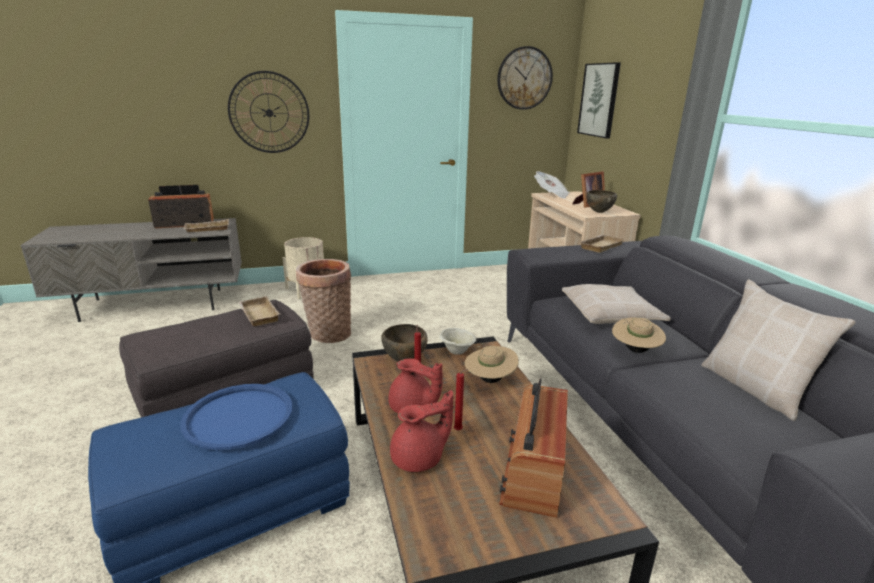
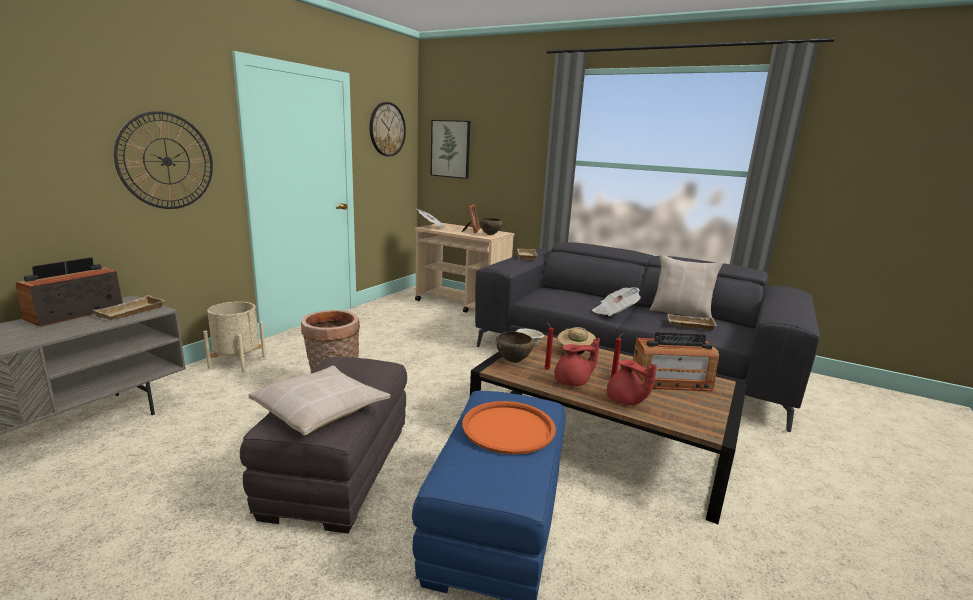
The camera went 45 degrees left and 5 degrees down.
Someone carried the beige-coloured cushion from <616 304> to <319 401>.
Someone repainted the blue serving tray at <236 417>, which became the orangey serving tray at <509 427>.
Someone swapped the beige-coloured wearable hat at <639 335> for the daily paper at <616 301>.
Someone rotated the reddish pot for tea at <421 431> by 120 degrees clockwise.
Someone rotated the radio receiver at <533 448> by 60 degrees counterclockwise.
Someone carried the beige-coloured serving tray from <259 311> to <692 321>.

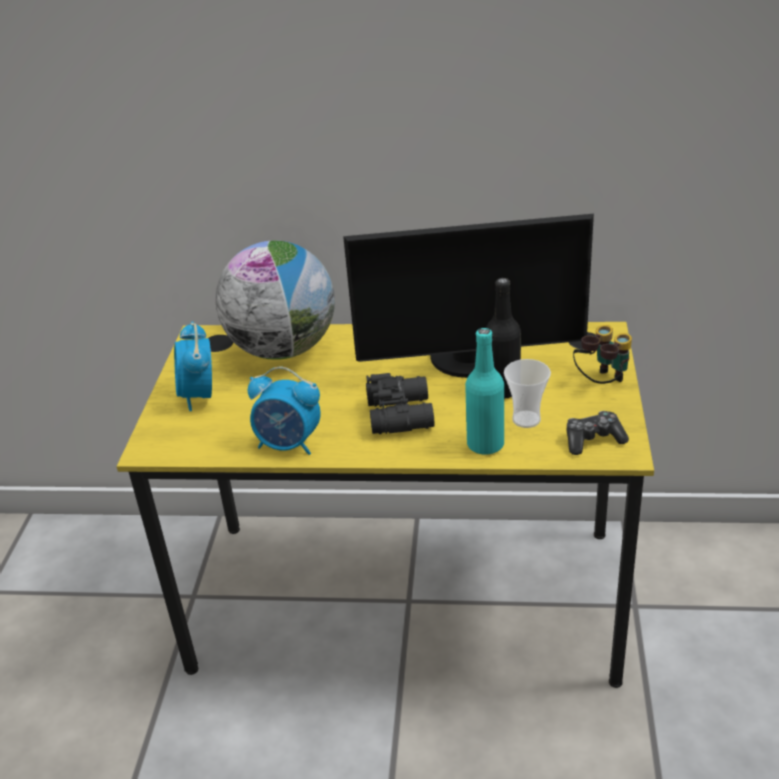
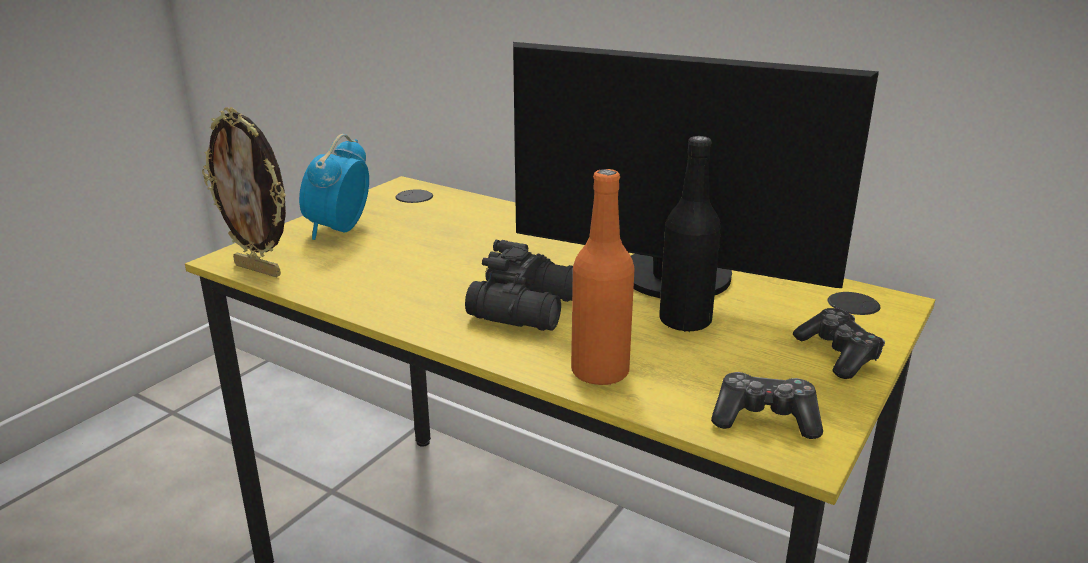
The camera went 25 degrees right and 10 degrees down.
Someone put down the photo frame at <244 192>.
Someone repainted the turquoise-coloured bottle at <484 391>, which became the orangey bottle at <603 277>.
Someone swapped the binoculars at <602 354> for the joypad at <839 343>.
Someone took away the world globe at <275 300>.
Someone took away the table clock at <284 410>.
Someone took away the drinking cup at <527 393>.

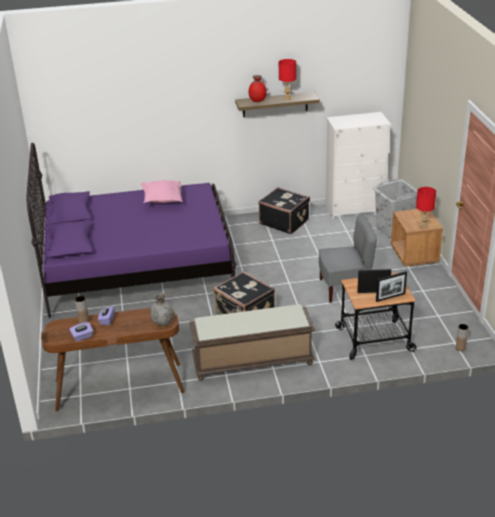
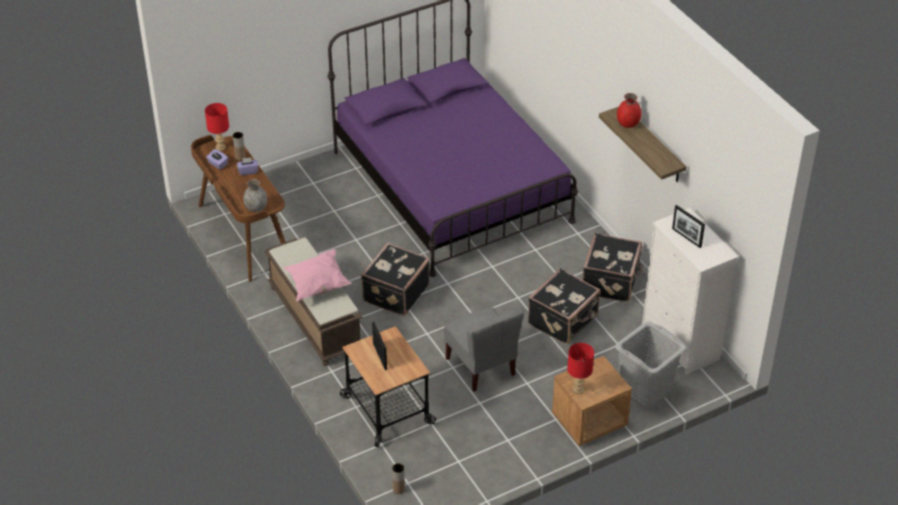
The camera went 70 degrees right and 10 degrees up.
Someone carried the reddish tabletop lamp from <287 79> to <217 127>.
Someone carried the pink cushion from <162 191> to <317 275>.
Someone put down the black piece of luggage at <564 306>.
Someone carried the photo frame from <391 286> to <688 226>.

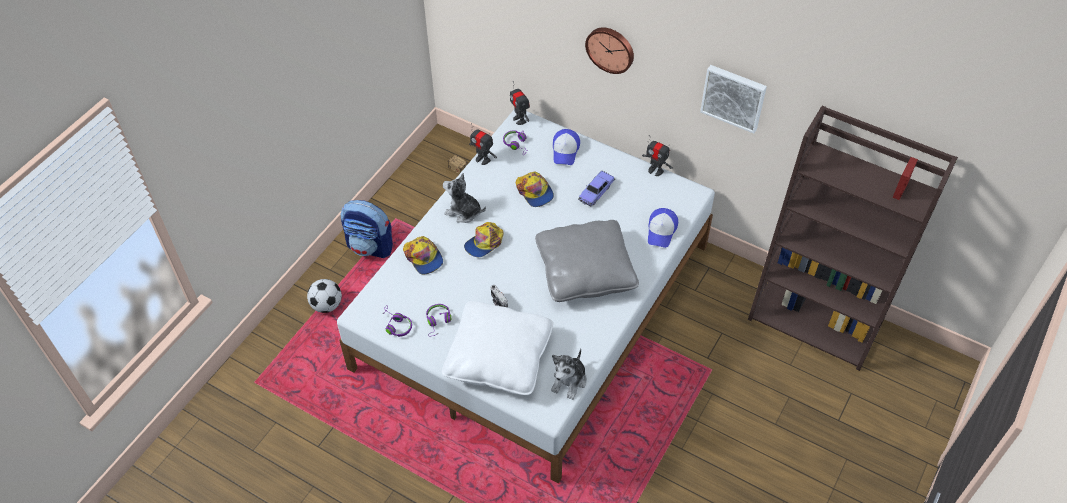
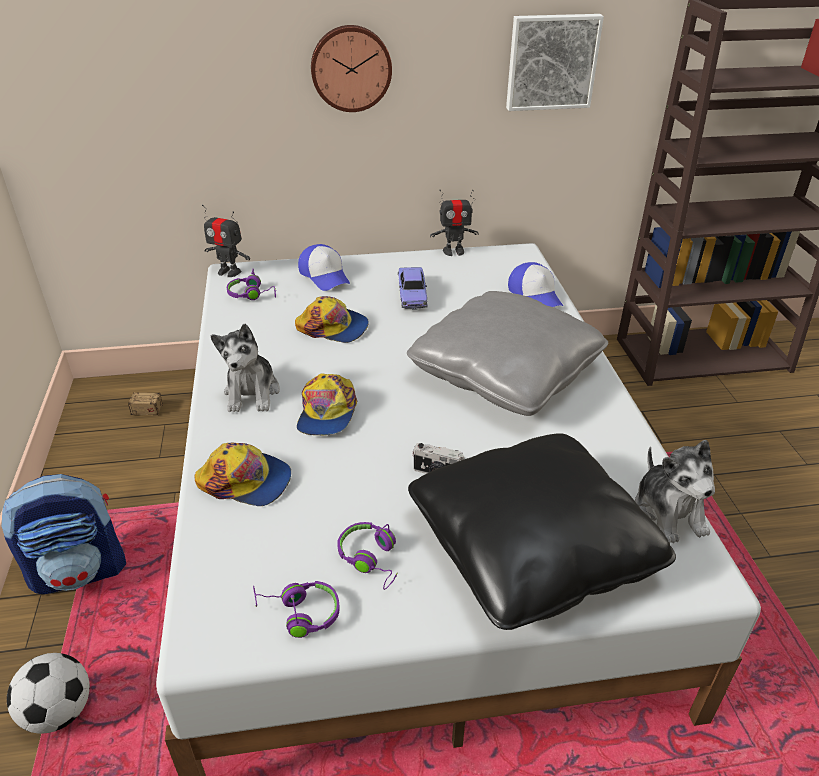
The camera went 40 degrees left and 15 degrees down.
Someone rotated the soft toy at <464 198> by 75 degrees counterclockwise.
Someone repainted the white-coloured cushion at <497 348>, which became the black cushion at <542 531>.
Someone took away the robot figure at <483 144>.

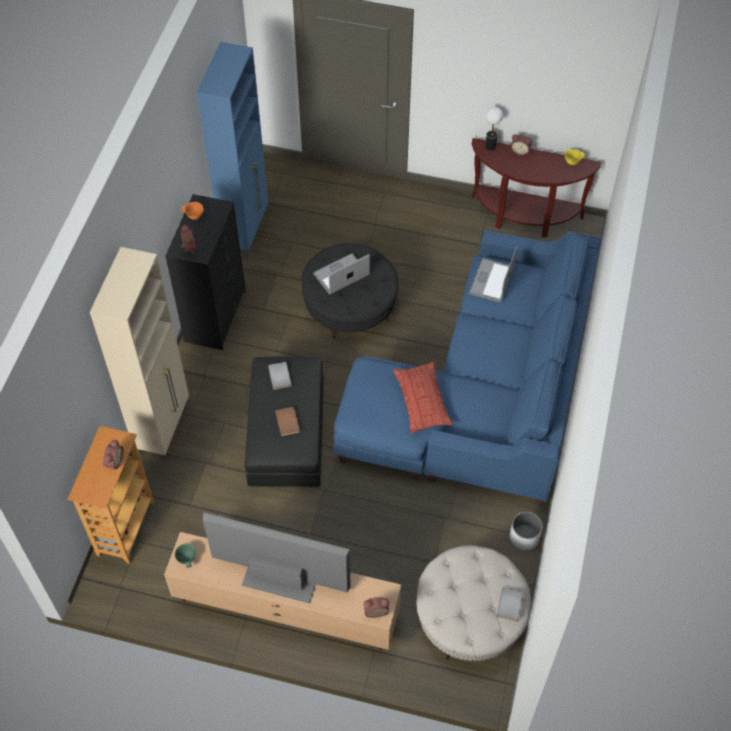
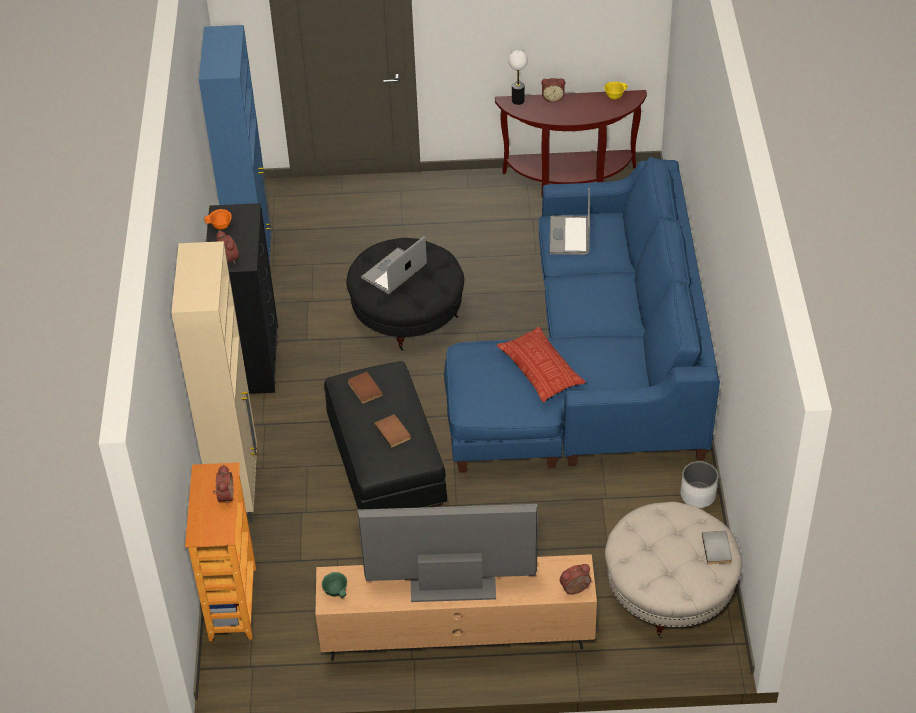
The camera went 15 degrees left and 10 degrees down.
Someone repainted the gray volume at <280 376>, which became the brown-coloured volume at <365 388>.

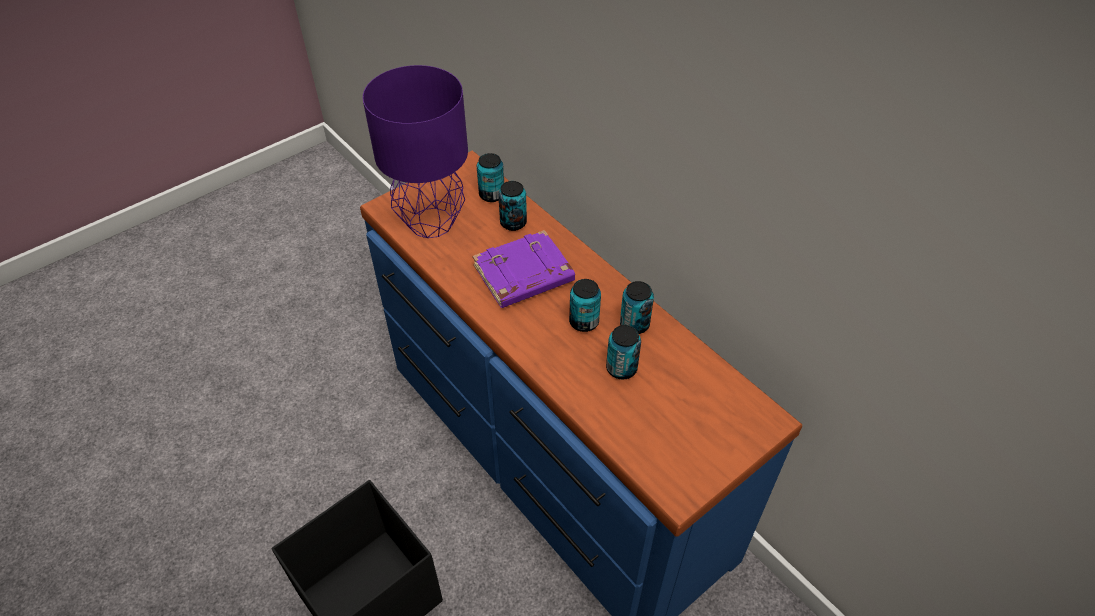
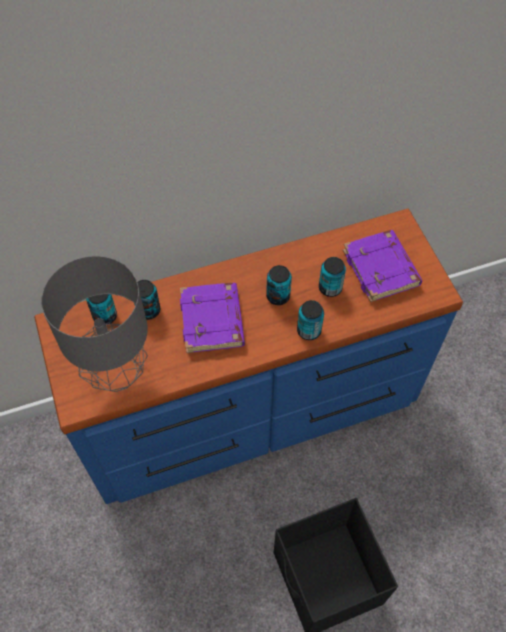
The camera went 70 degrees left and 10 degrees up.
Someone repainted the purplish tabletop lamp at <415 151>, which became the gray tabletop lamp at <94 324>.
Someone carried the metal can from <637 307> to <310 320>.
Someone put down the purplish volume at <382 266>.

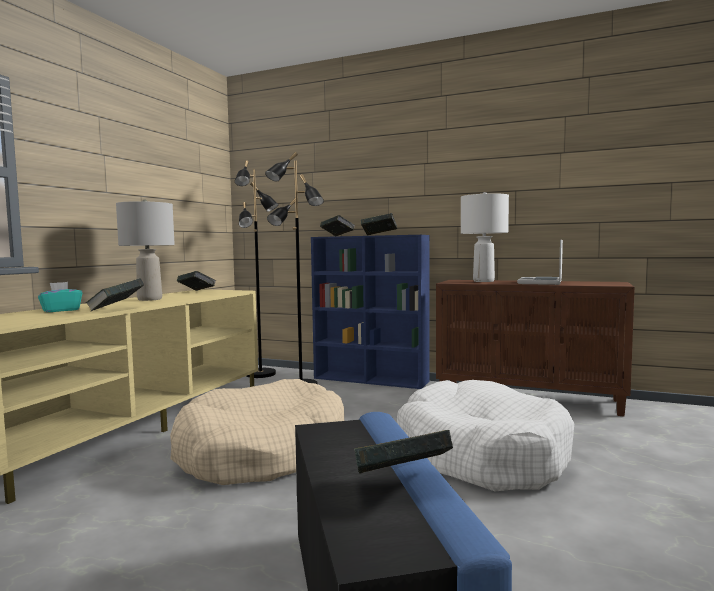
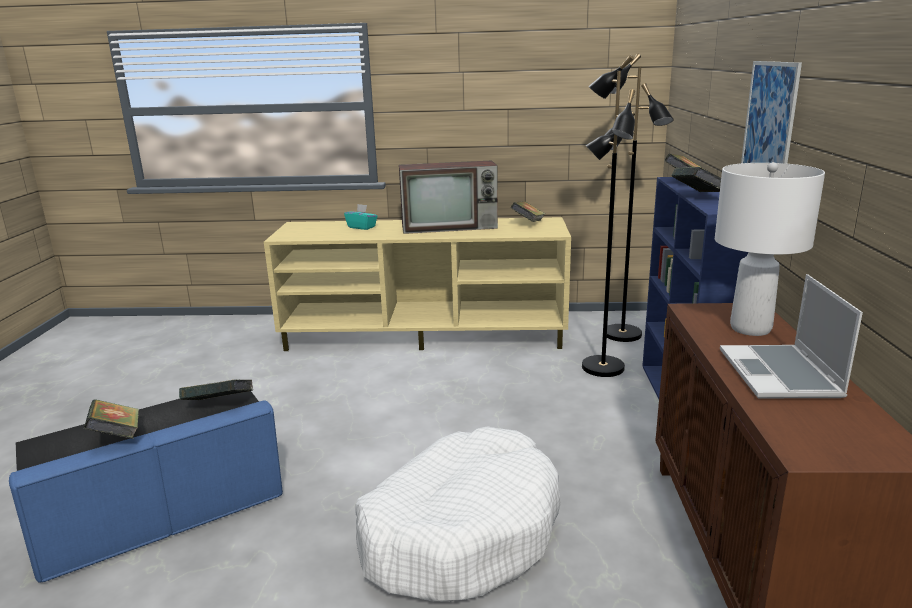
The camera went 70 degrees right and 15 degrees up.
Someone carried the volume from <114 294> to <216 390>.
Someone swapped the gray tabletop lamp at <145 250> for the TV set at <448 197>.
Someone rotated the laptop at <540 262> by 90 degrees counterclockwise.
Someone put up the wall picture at <771 112>.
Someone took away the beige-coloured dog cushion at <257 432>.

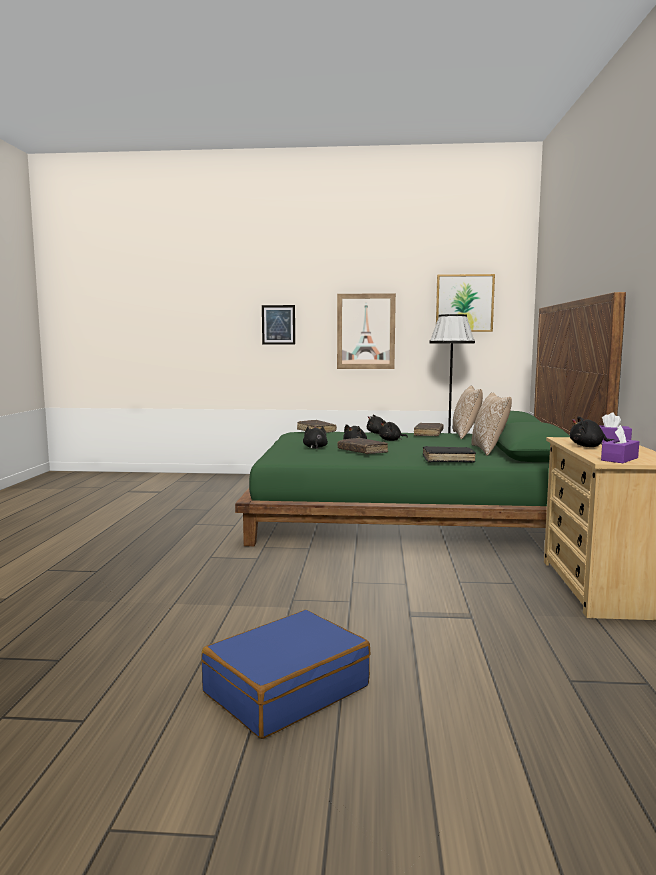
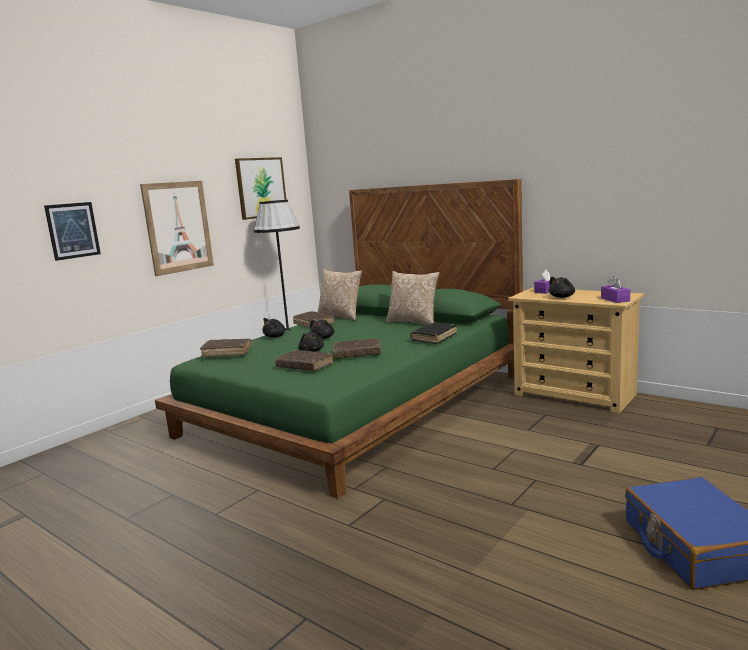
The camera went 55 degrees left and 5 degrees up.
Someone swapped the black soft toy at <315 437> for the brown-coloured volume at <304 360>.

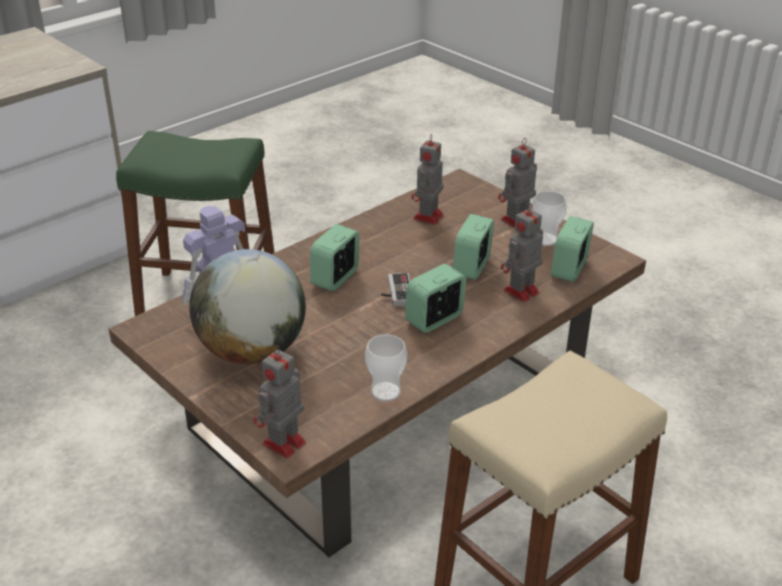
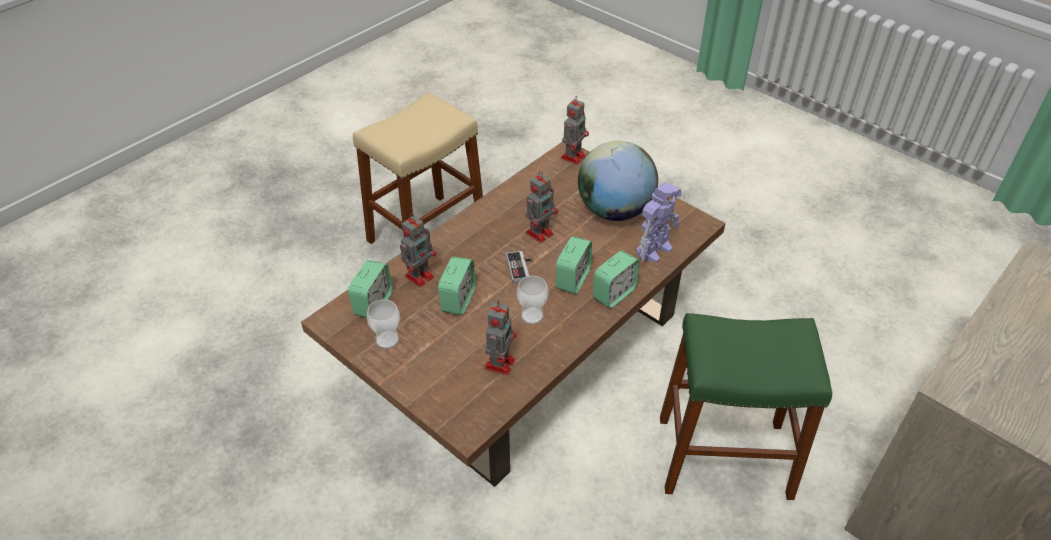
The camera went 175 degrees right and 10 degrees up.
Someone carried the drinking cup from <386 368> to <533 300>.
Someone carried the robot figure from <517 183> to <542 207>.
Someone carried the table clock from <435 298> to <616 279>.

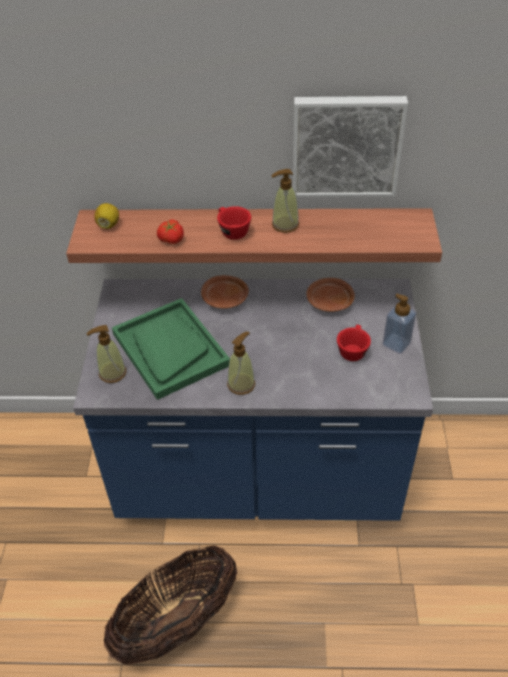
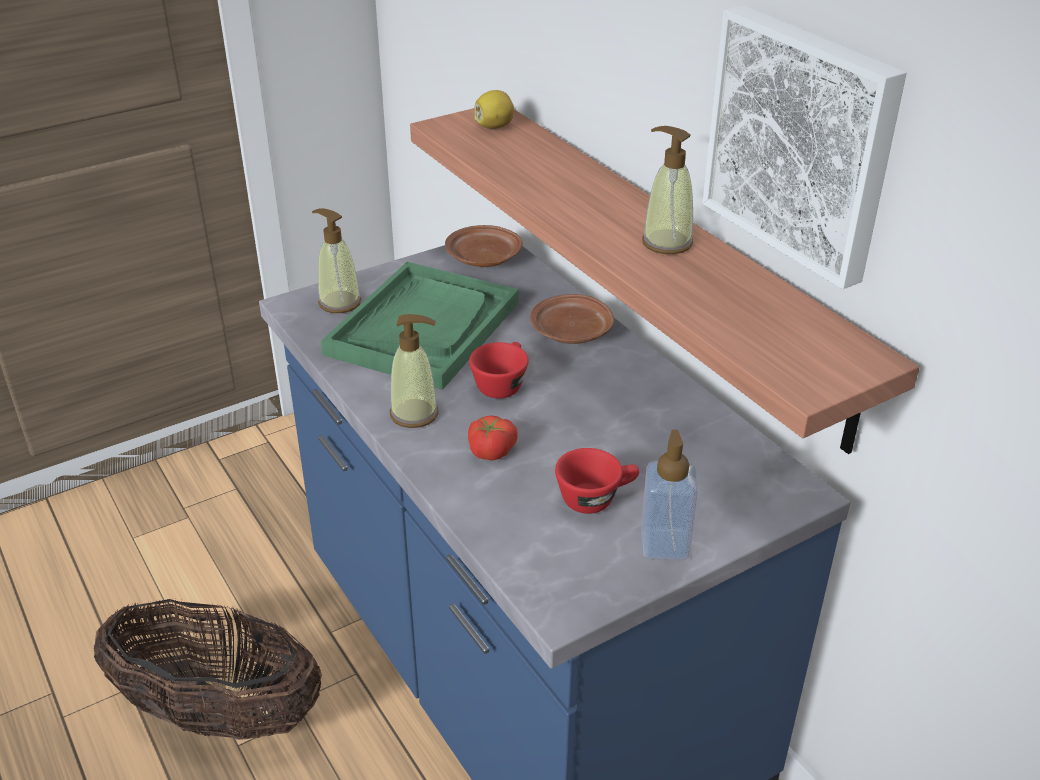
The camera went 55 degrees right and 10 degrees down.
Someone carried the brown-coloured dinner plate from <330 295> to <484 246>.
Someone carried the tomato from <170 231> to <492 438>.
Someone carried the reddish drinking cup from <234 223> to <499 370>.

